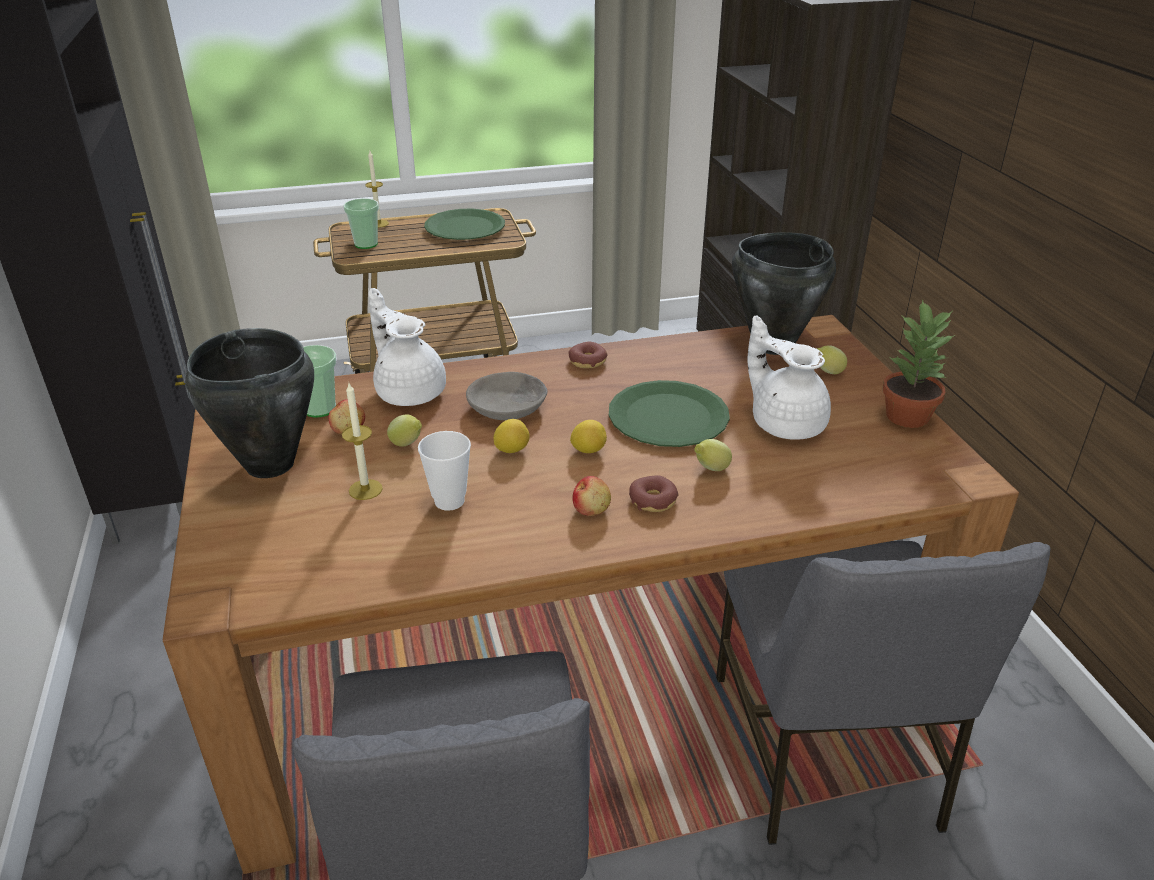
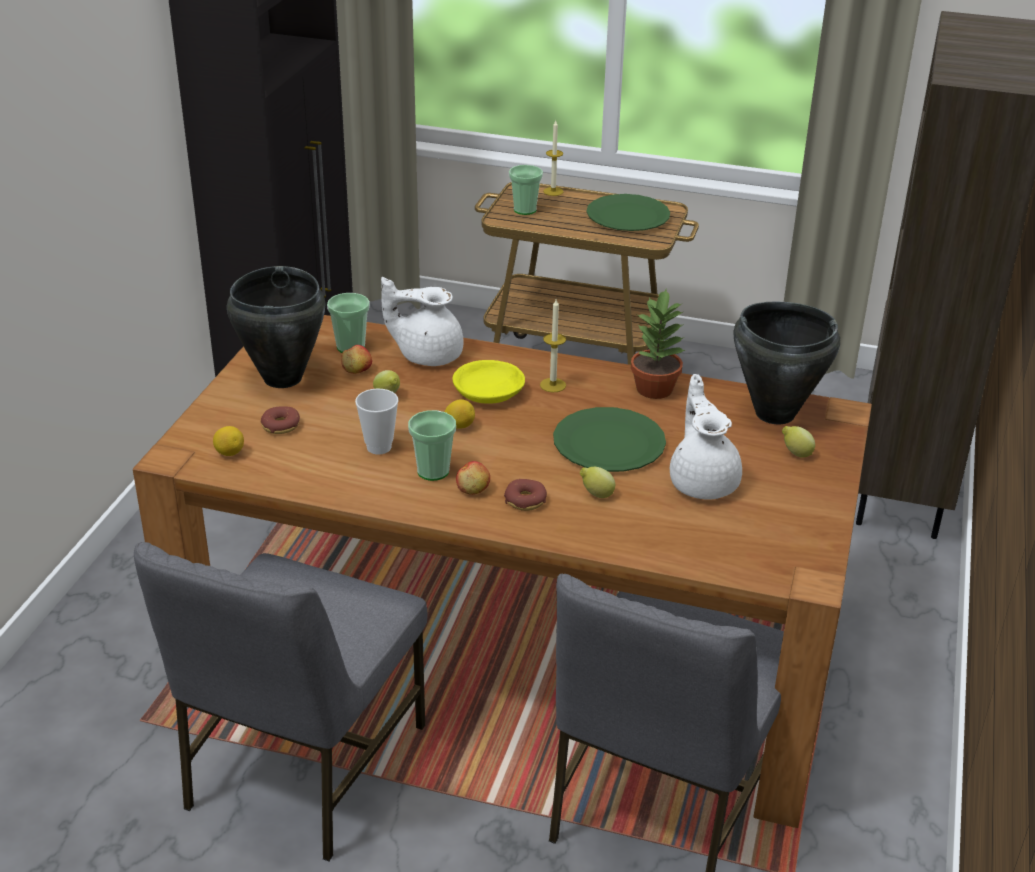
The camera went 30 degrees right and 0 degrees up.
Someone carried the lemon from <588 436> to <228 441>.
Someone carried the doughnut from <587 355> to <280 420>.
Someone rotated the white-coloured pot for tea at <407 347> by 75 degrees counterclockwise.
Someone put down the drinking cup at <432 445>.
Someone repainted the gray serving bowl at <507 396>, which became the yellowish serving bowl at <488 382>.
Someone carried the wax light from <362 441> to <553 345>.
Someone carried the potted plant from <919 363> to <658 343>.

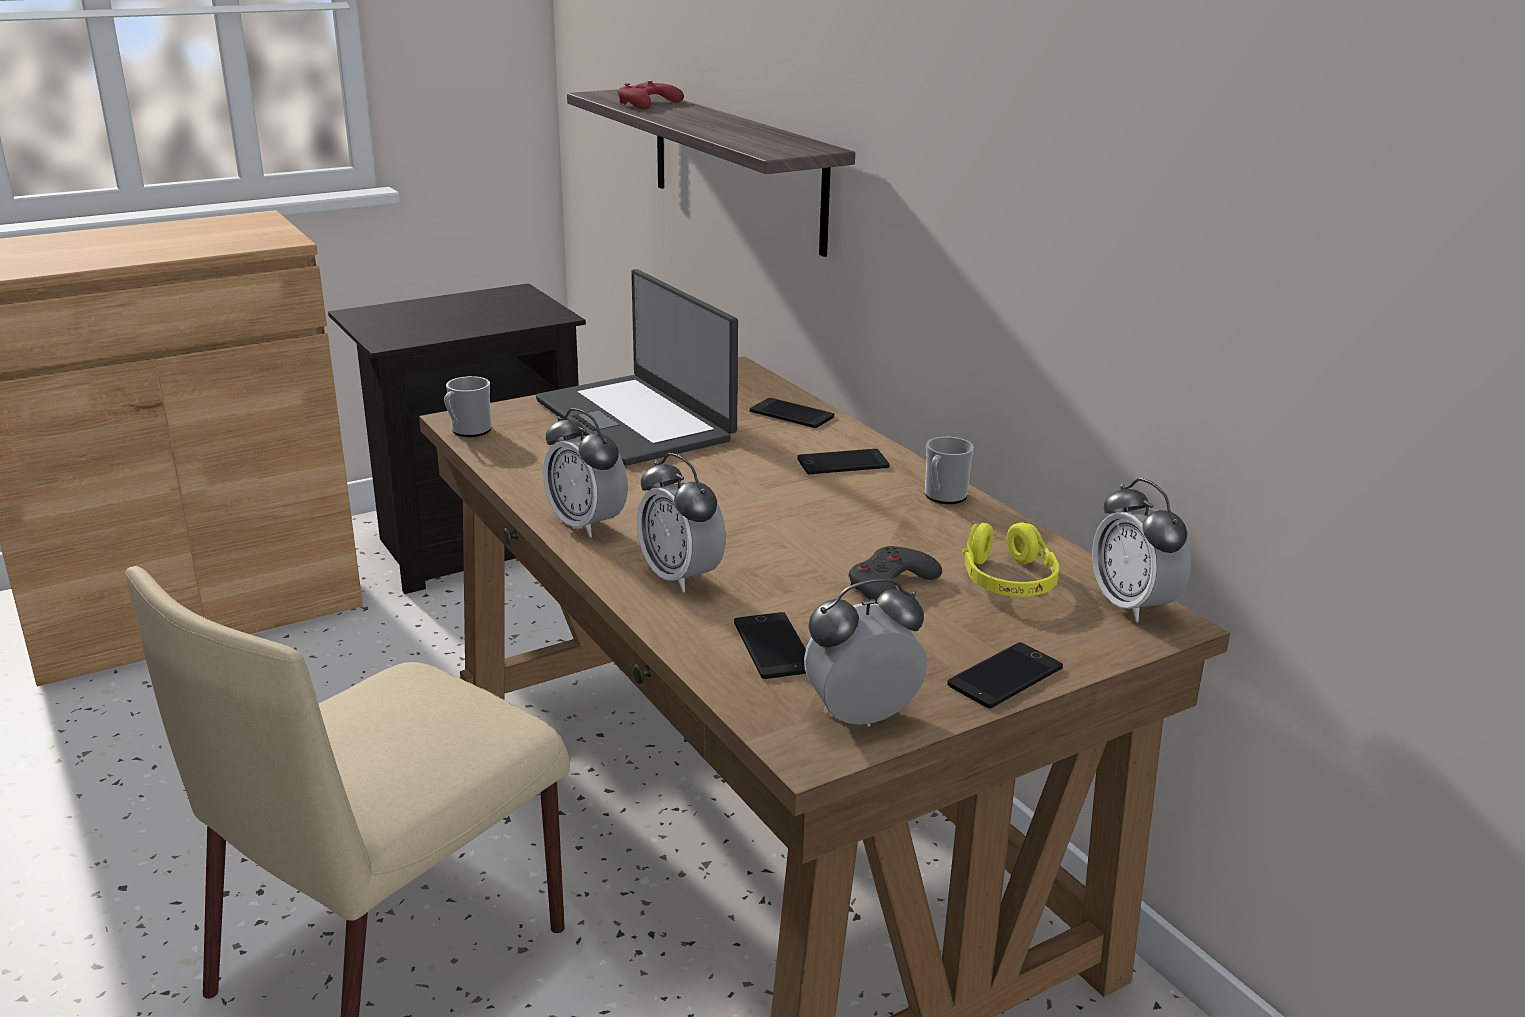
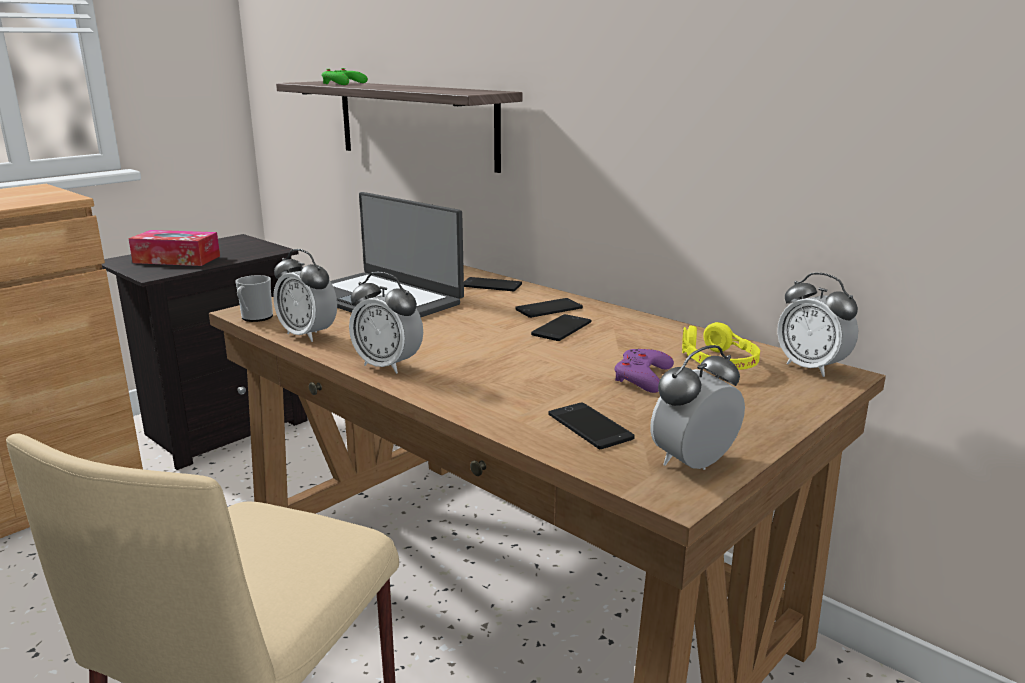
The camera went 15 degrees left and 5 degrees down.
Someone put down the tissue holder at <174 248>.
Someone carried the table clock from <681 523> to <305 295>.
Someone repainted the reddish joypad at <650 95>, which became the green-coloured joypad at <345 76>.
Someone carried the handset from <1005 675> to <561 327>.
Someone repainted the gray joypad at <895 575>, which became the purplish joypad at <644 371>.
Someone took away the mug at <949 470>.

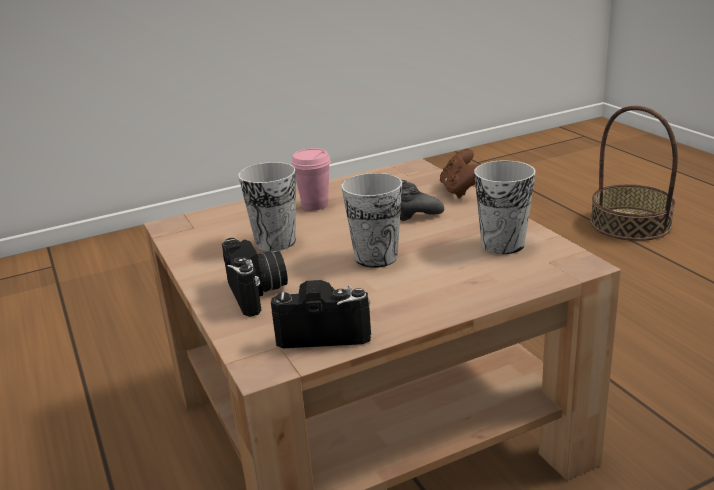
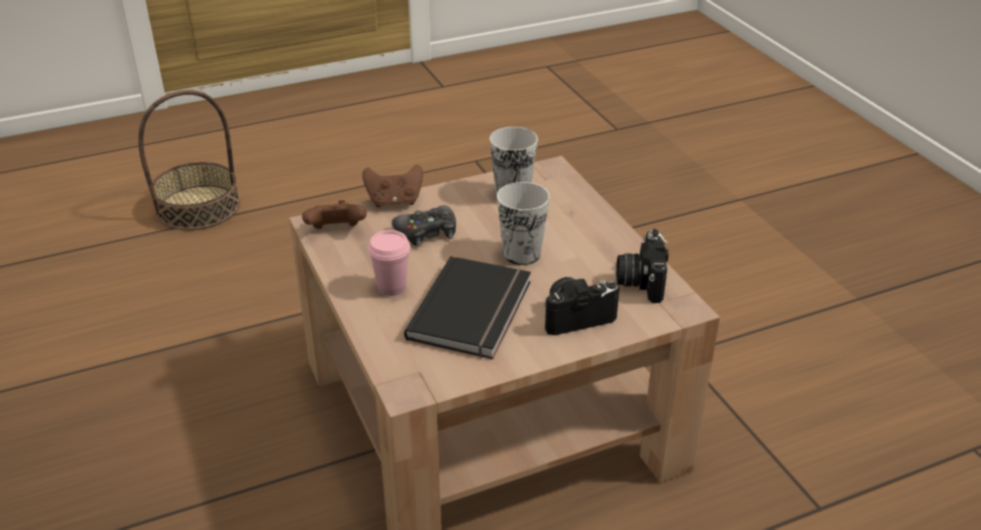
The camera went 90 degrees left and 10 degrees up.
Someone put down the brown-coloured joypad at <334 214>.
Someone swapped the drinking cup at <267 206> for the black volume at <467 307>.

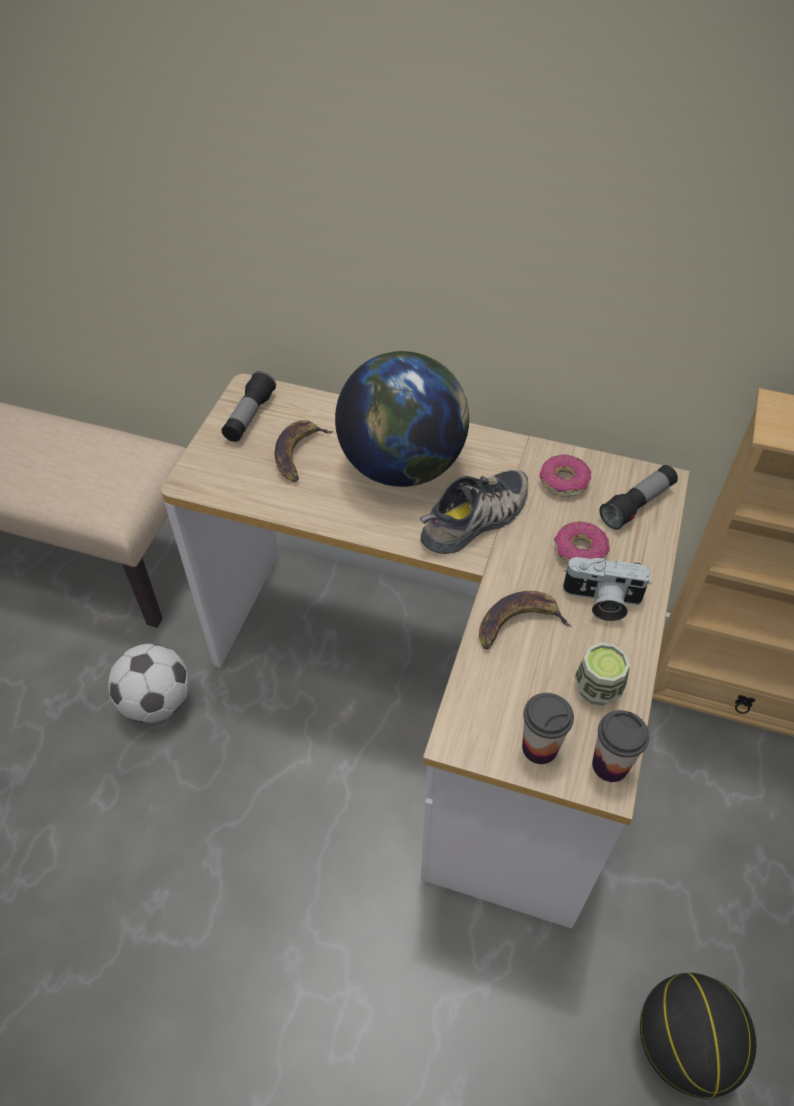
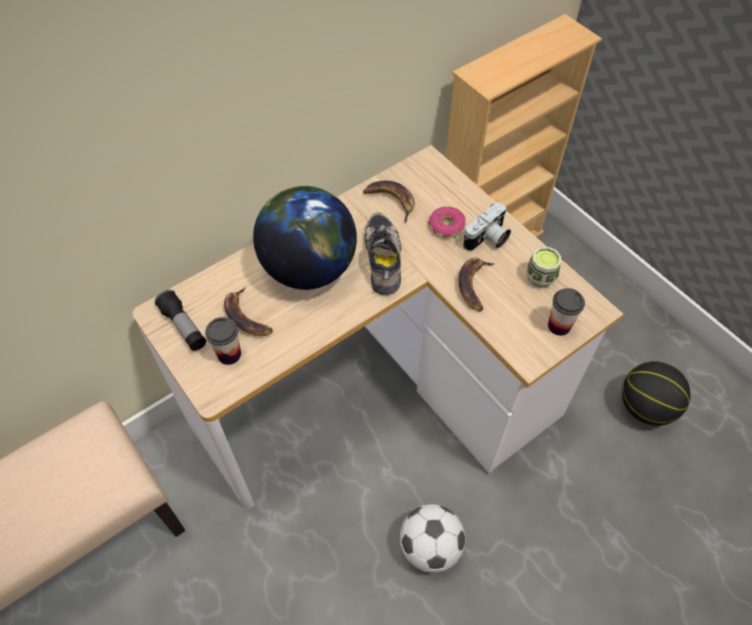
The camera went 55 degrees left and 5 degrees up.
Someone carried the drinking cup from <621 746> to <223 341>.
Someone swapped the doughnut at <565 475> for the banana at <389 202>.
Someone carried the ball for football from <149 683> to <432 538>.
Someone took away the flashlight at <638 497>.

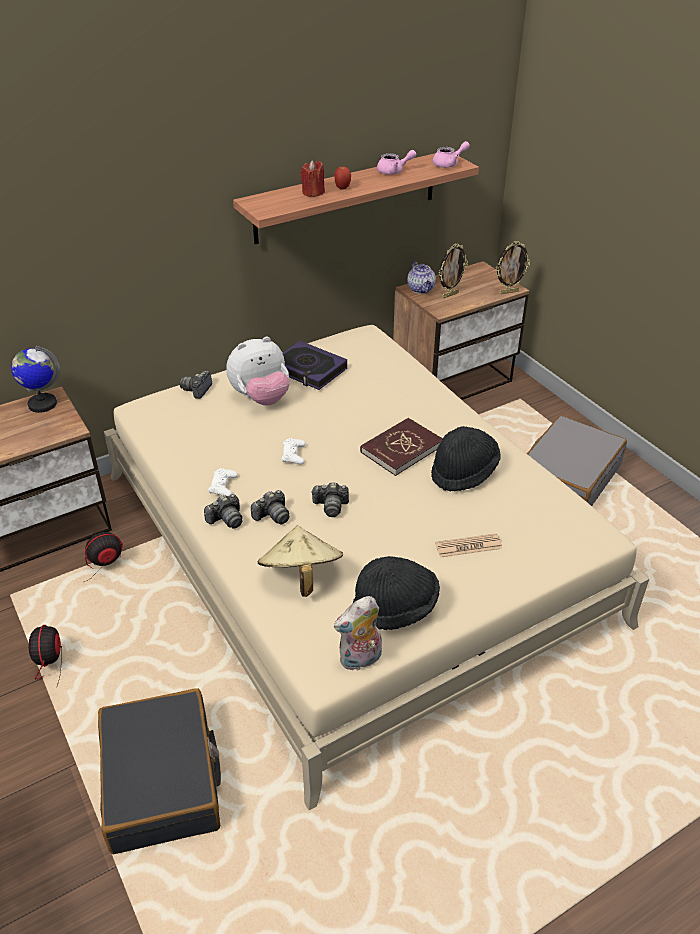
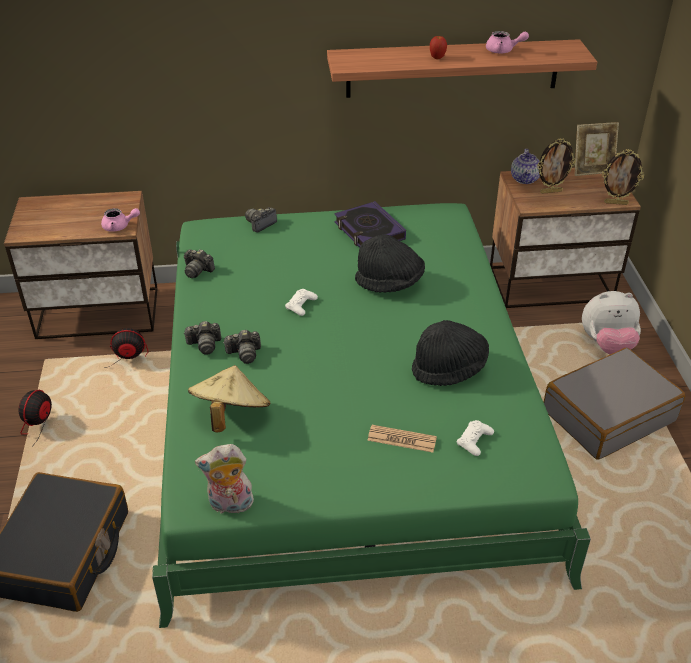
The camera went 25 degrees right and 0 degrees up.
Someone carried the pink pot for tea from <451 154> to <120 220>.
Someone repainted the beige-coloured bed at <376 567>, which became the green-coloured bed at <371 415>.
Someone carried the still camera from <330 499> to <199 263>.
Someone carried the black wearable hat from <396 593> to <390 263>.
Someone carried the white-coloured joypad from <223 482> to <475 438>.
Someone put down the photo frame at <596 149>.
Someone carried the soft toy from <258 371> to <611 322>.
Someone took away the world globe at <35 379>.
Someone took away the reddish wax light at <312 178>.
Someone took away the reddish volume at <401 447>.

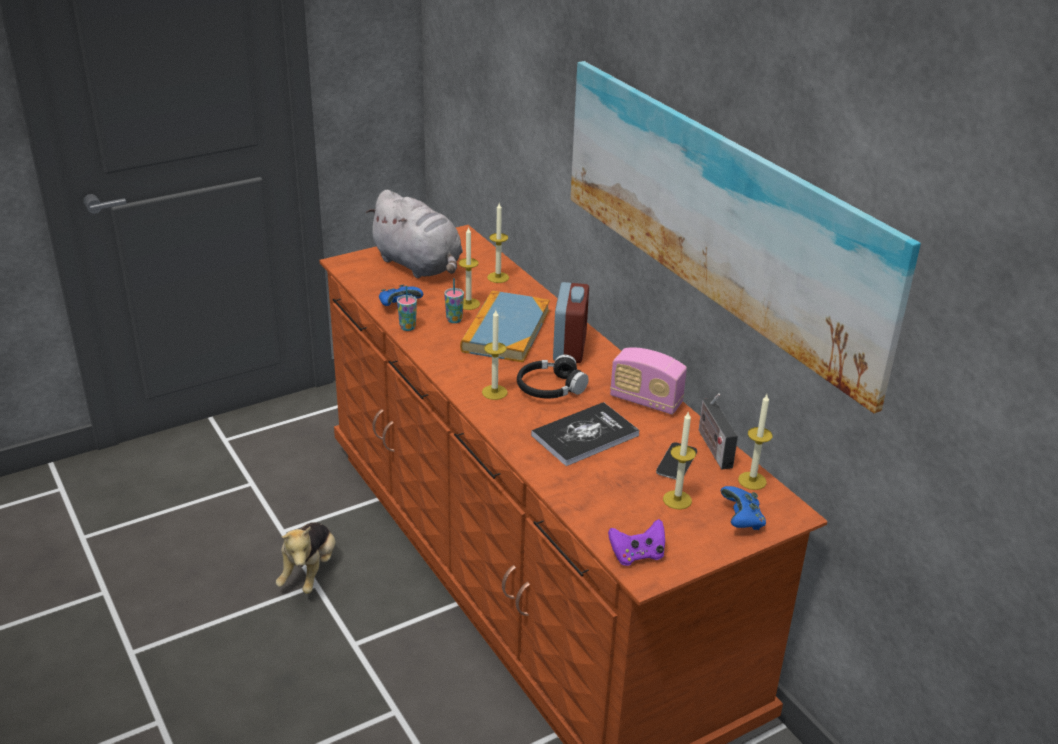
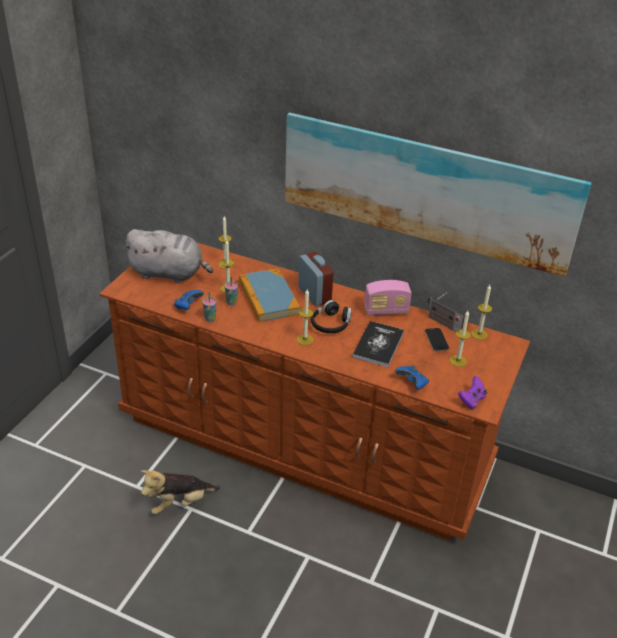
The camera went 35 degrees left and 5 degrees up.
Someone rotated the soft toy at <306 558> by 90 degrees clockwise.
Someone carried the blue joypad from <743 508> to <412 377>.

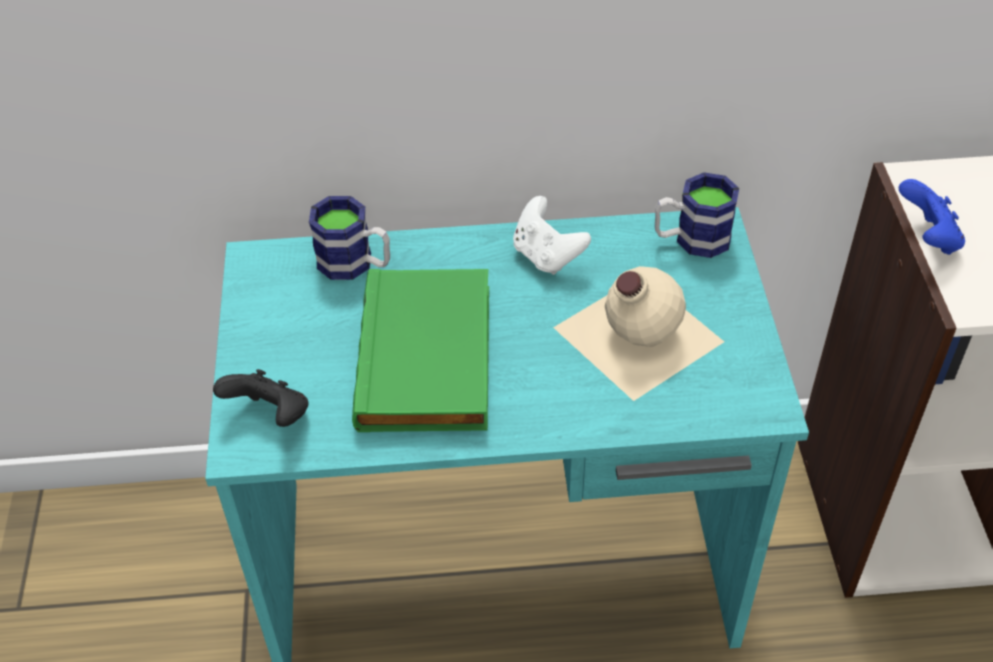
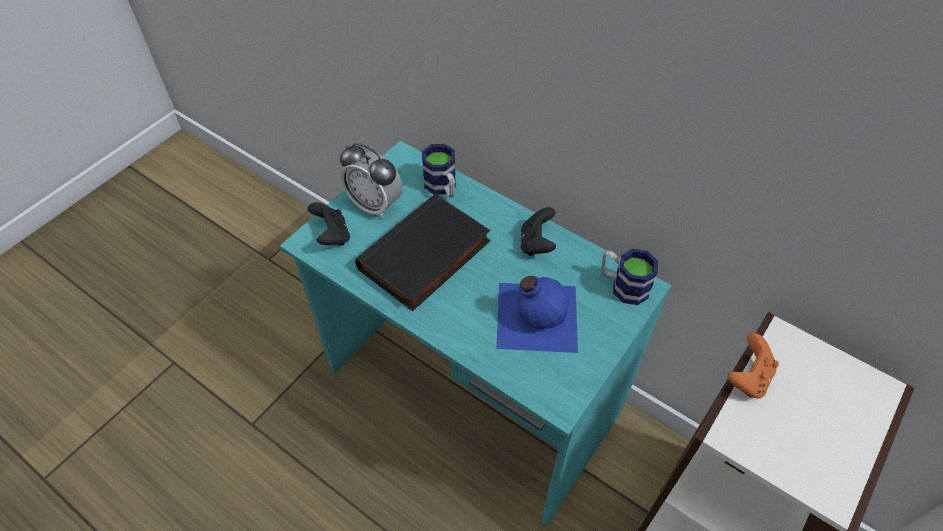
The camera went 40 degrees right and 5 degrees up.
Someone put down the table clock at <371 180>.
Someone repainted the green-coloured volume at <420 350>, which became the black volume at <422 252>.
Someone repainted the beige-coloured bottle at <638 333>, which became the blue bottle at <537 314>.
Someone repainted the white-coloured joypad at <552 235>, which became the black joypad at <538 231>.
Someone repainted the blue joypad at <932 217>, which became the orangey joypad at <753 366>.

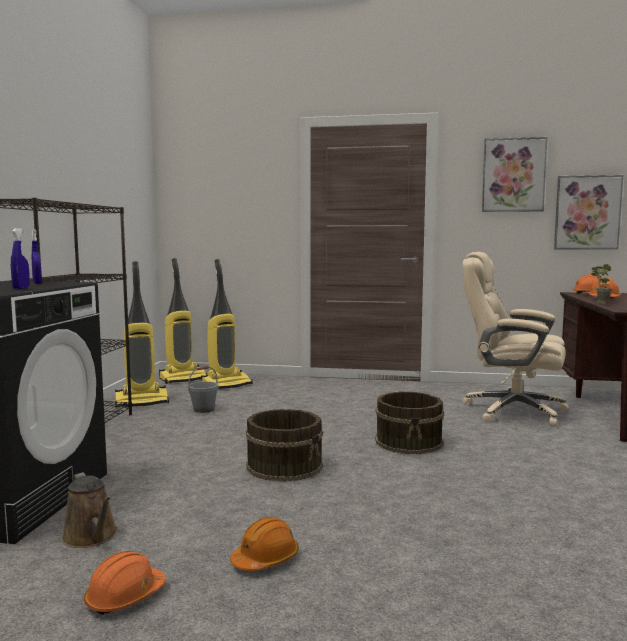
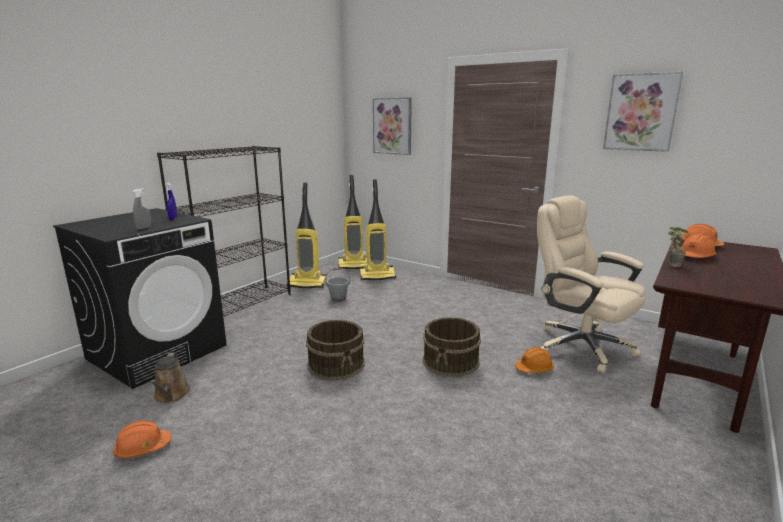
The camera went 25 degrees right and 10 degrees up.
Someone repainted the blue spray bottle at <20 258>, which became the gray spray bottle at <141 209>.
Someone carried the wall picture from <589 212> to <392 126>.
Someone carried the orangey work helmet from <264 544> to <534 360>.

